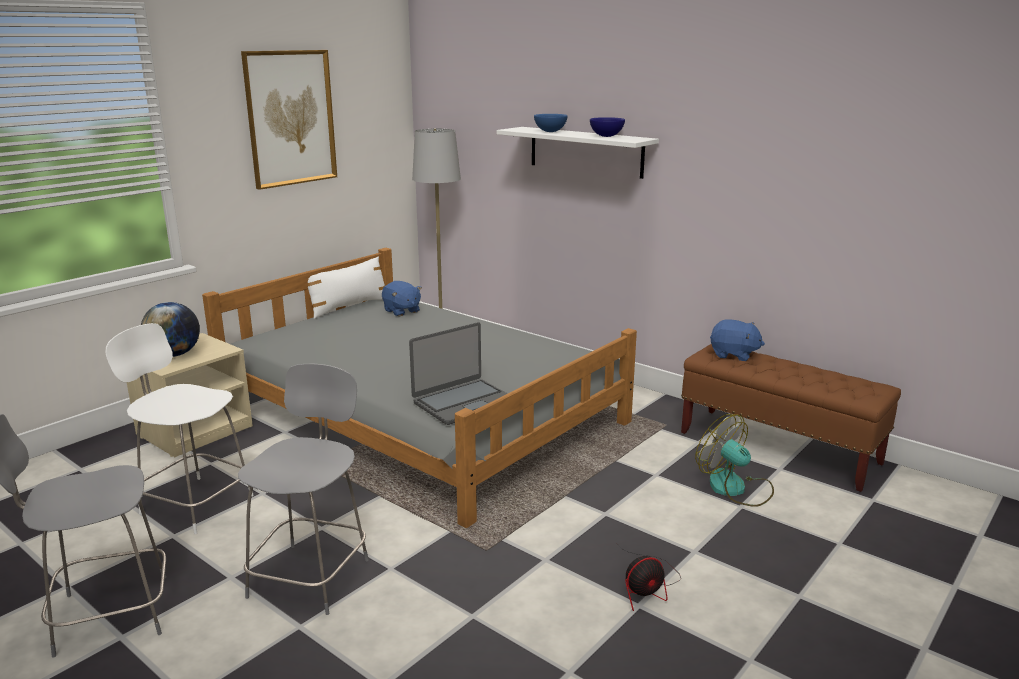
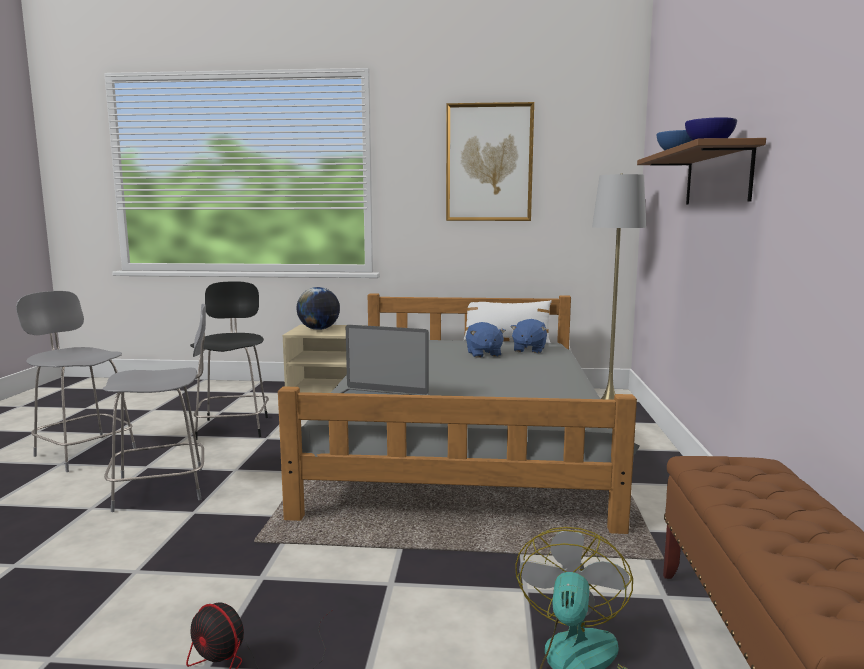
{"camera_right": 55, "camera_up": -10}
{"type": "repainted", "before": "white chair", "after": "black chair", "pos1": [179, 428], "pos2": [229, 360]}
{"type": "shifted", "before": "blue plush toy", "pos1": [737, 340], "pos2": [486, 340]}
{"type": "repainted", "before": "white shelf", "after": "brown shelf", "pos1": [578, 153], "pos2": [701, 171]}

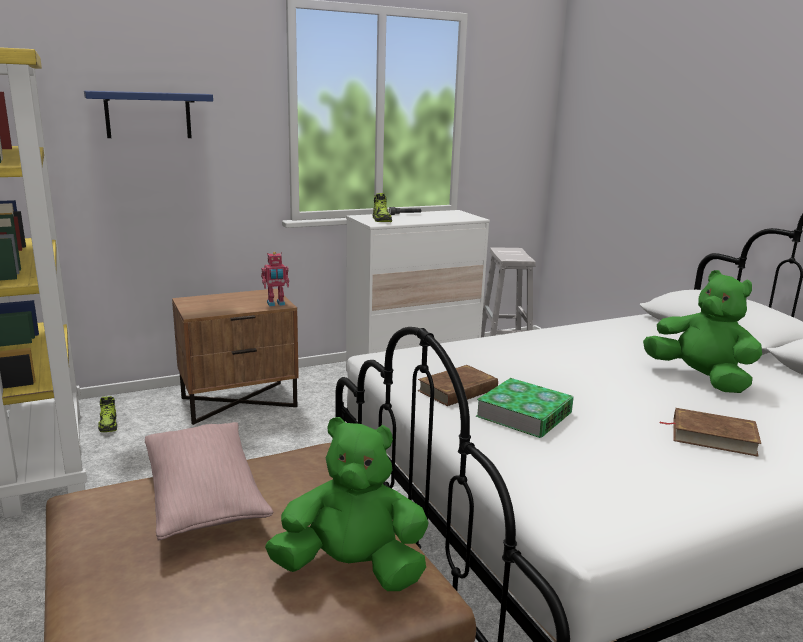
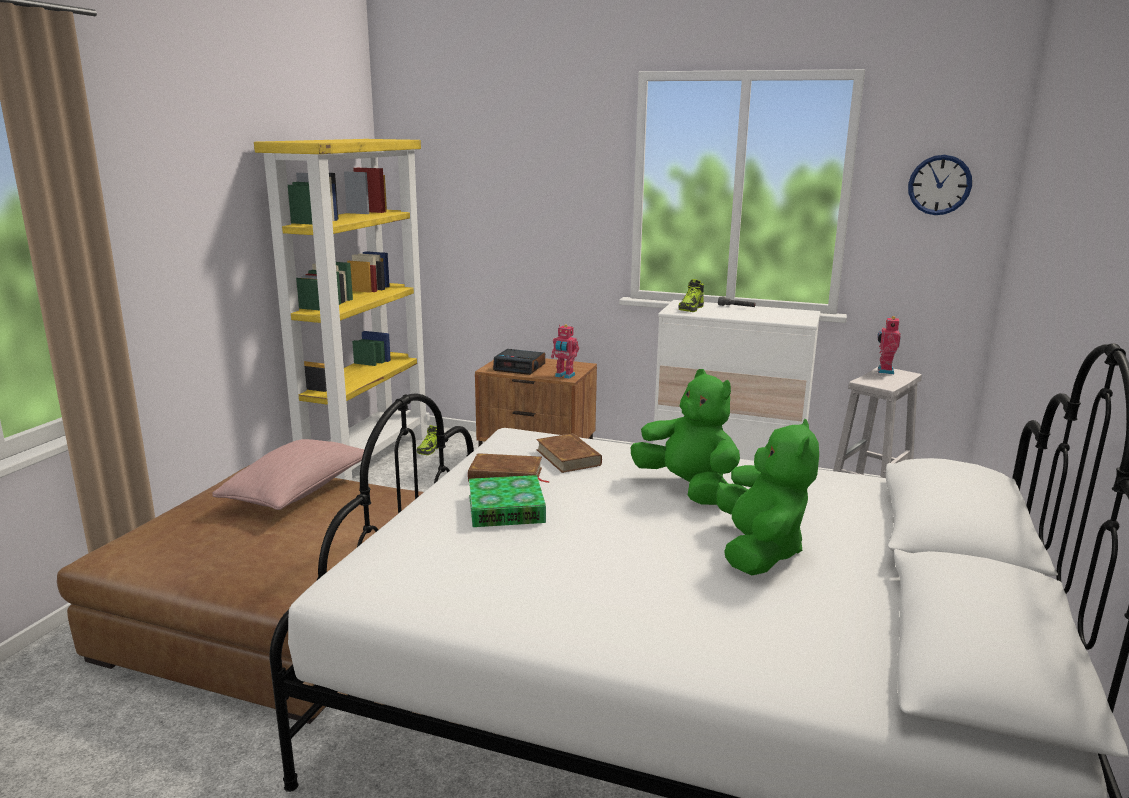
{"camera_right": 45, "camera_up": 0}
{"type": "new", "after": "alarm clock", "pos2": [519, 362]}
{"type": "shifted", "before": "brown book", "pos1": [710, 432], "pos2": [569, 453]}
{"type": "shifted", "before": "green plush toy", "pos1": [347, 504], "pos2": [685, 437]}
{"type": "new", "after": "toy robot", "pos2": [889, 345]}
{"type": "new", "after": "wall clock", "pos2": [940, 185]}
{"type": "gone", "before": "blue shelf", "pos1": [148, 114]}

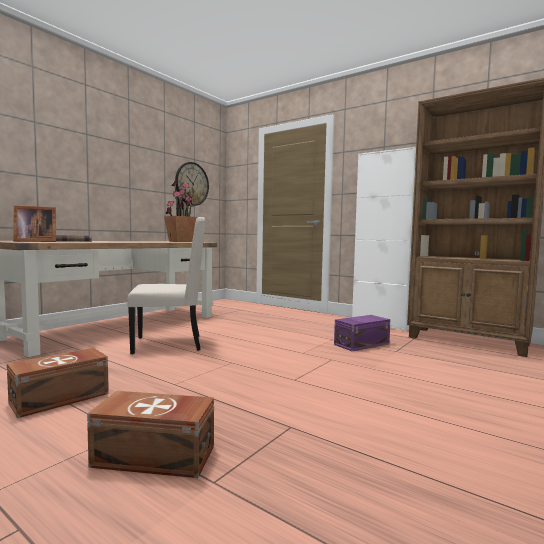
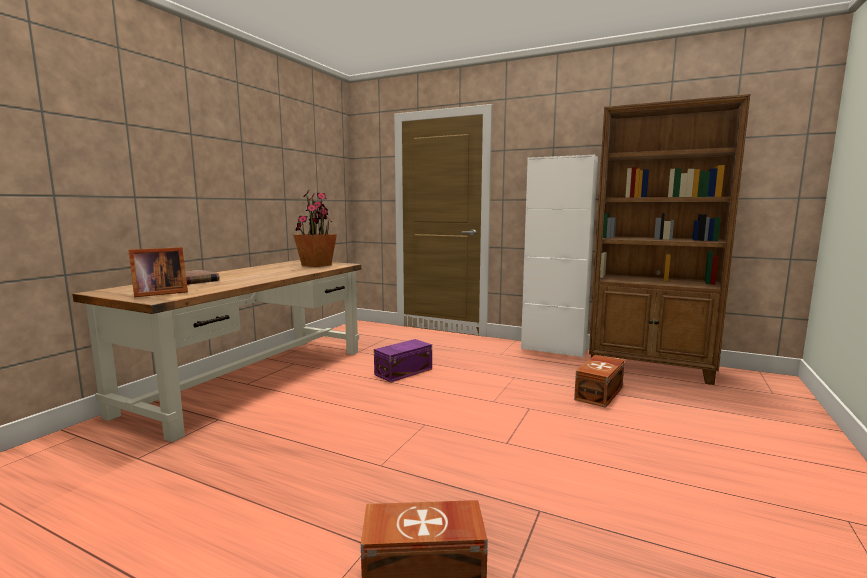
{"camera_right": -10, "camera_up": 5}
{"type": "shifted", "before": "purple storage box", "pos1": [362, 333], "pos2": [403, 360]}
{"type": "shifted", "before": "brown storage box", "pos1": [58, 383], "pos2": [599, 381]}
{"type": "gone", "before": "beige chair", "pos1": [166, 286]}
{"type": "gone", "before": "wall clock", "pos1": [192, 184]}

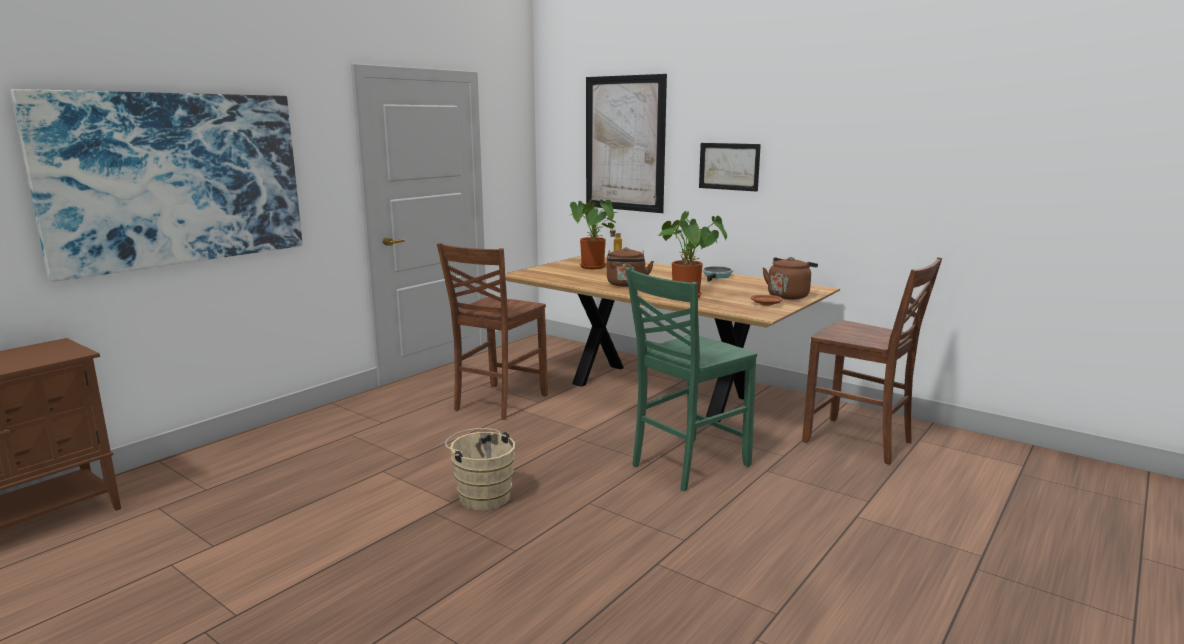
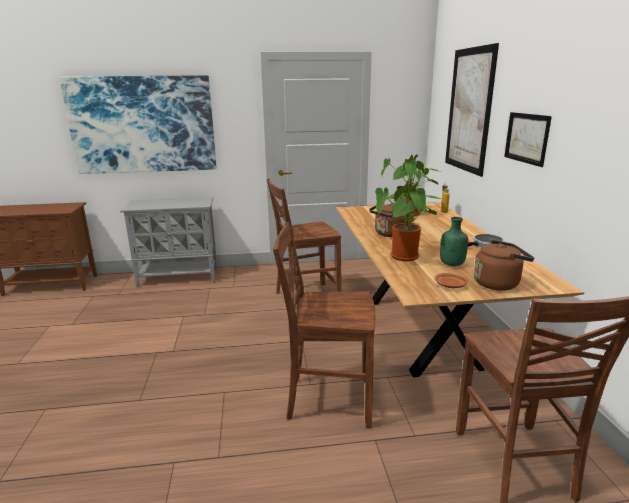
{"camera_right": 45, "camera_up": 5}
{"type": "new", "after": "grey cabinet", "pos2": [169, 242]}
{"type": "repainted", "before": "green chair", "after": "brown chair", "pos1": [691, 380], "pos2": [324, 325]}
{"type": "new", "after": "green bottle", "pos2": [454, 241]}
{"type": "gone", "before": "beige bucket", "pos1": [480, 469]}

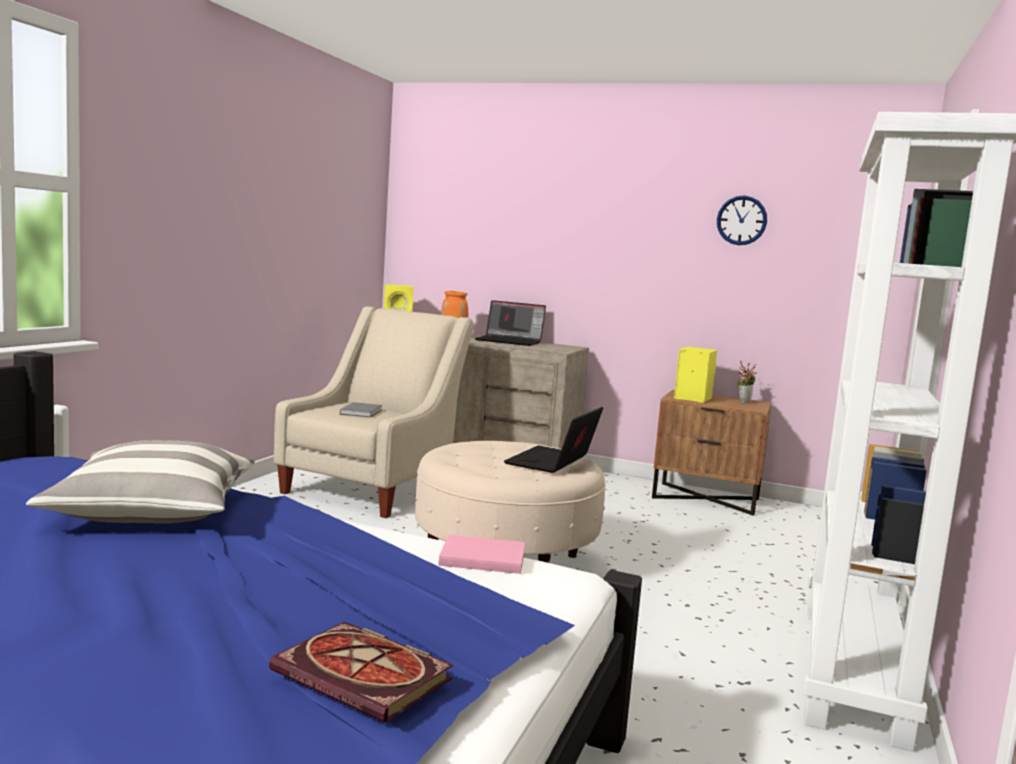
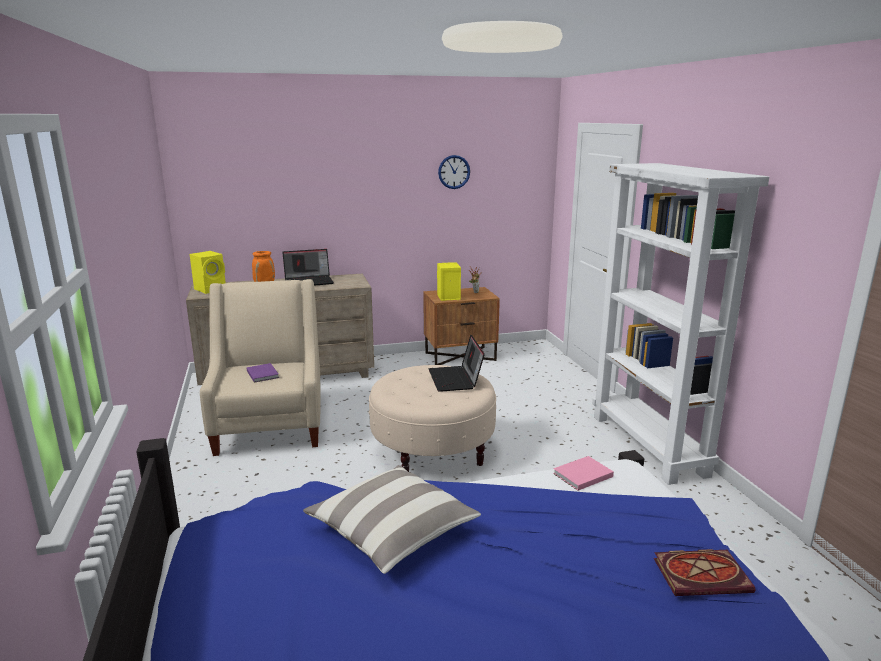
{"camera_right": -35, "camera_up": 10}
{"type": "repainted", "before": "grey book", "after": "purple book", "pos1": [361, 410], "pos2": [263, 373]}

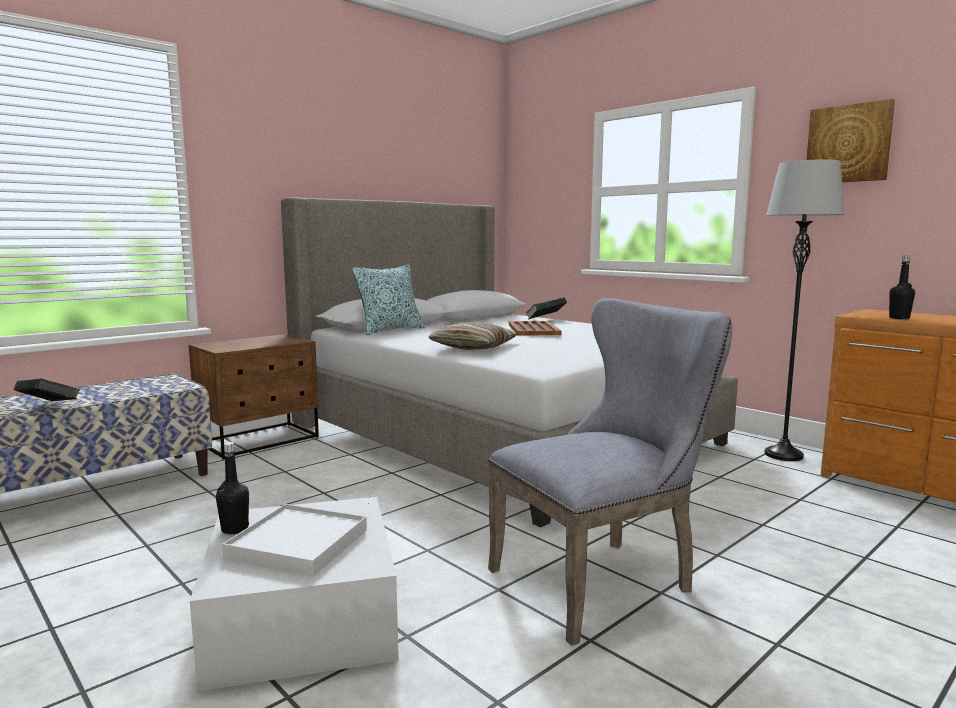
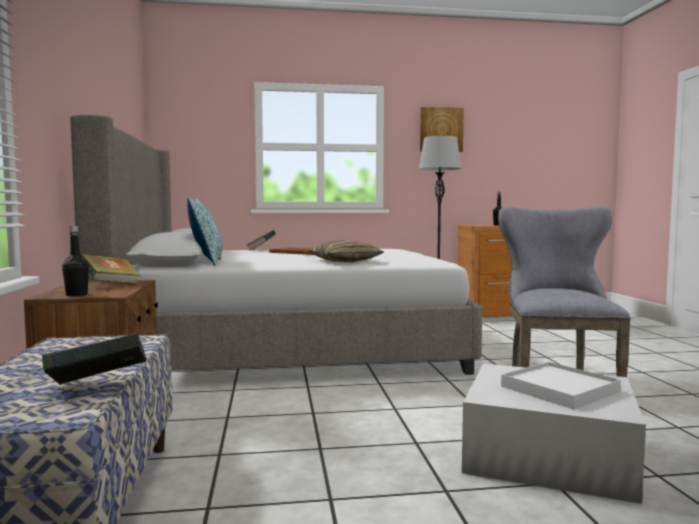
{"camera_right": -55, "camera_up": -5}
{"type": "shifted", "before": "black bottle", "pos1": [232, 488], "pos2": [75, 261]}
{"type": "new", "after": "book", "pos2": [110, 269]}

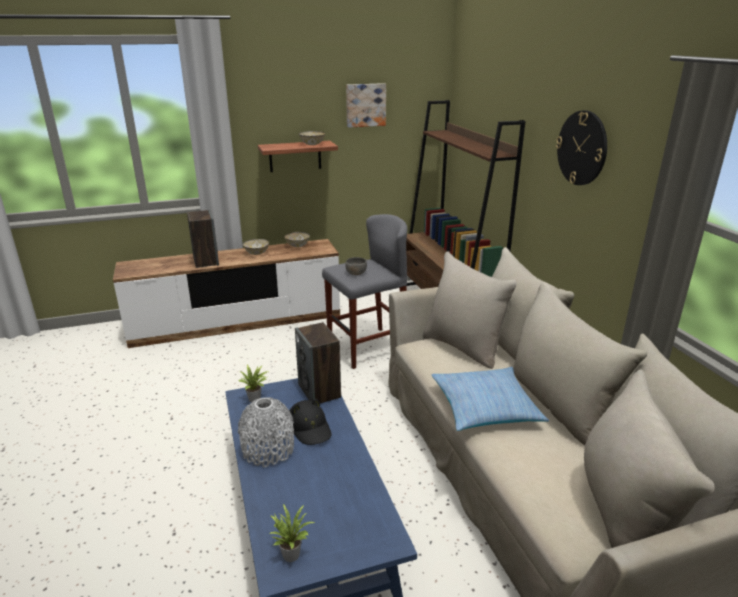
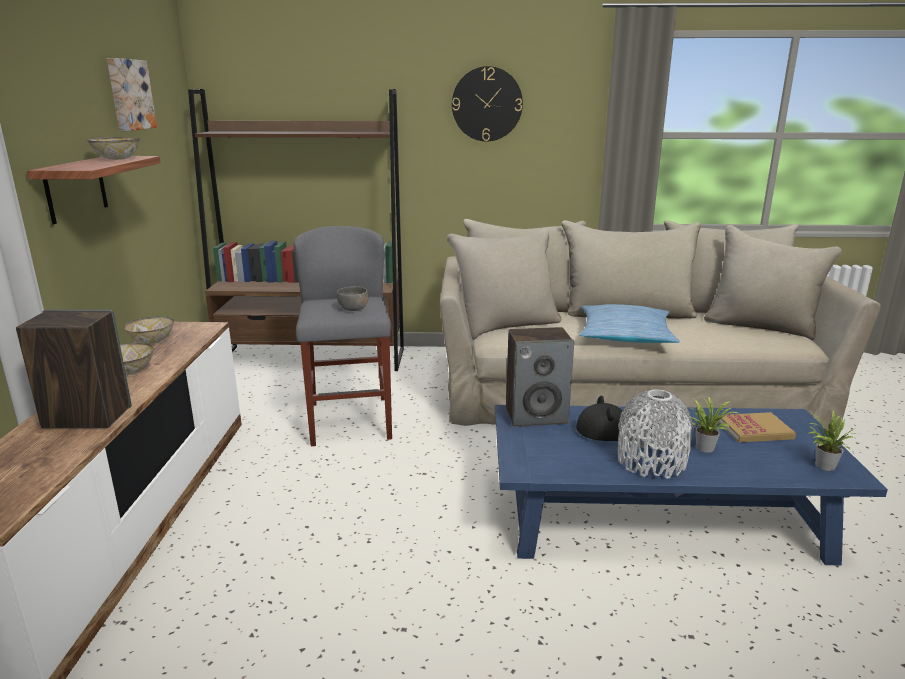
{"camera_right": -70, "camera_up": -5}
{"type": "shifted", "before": "potted plant", "pos1": [253, 383], "pos2": [714, 424]}
{"type": "new", "after": "book", "pos2": [757, 427]}

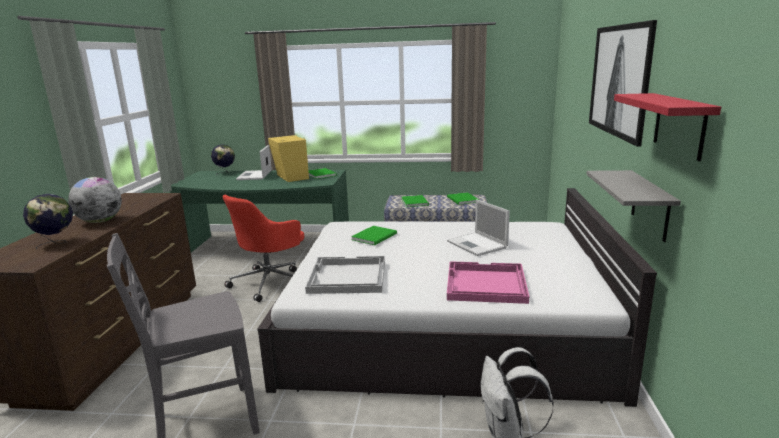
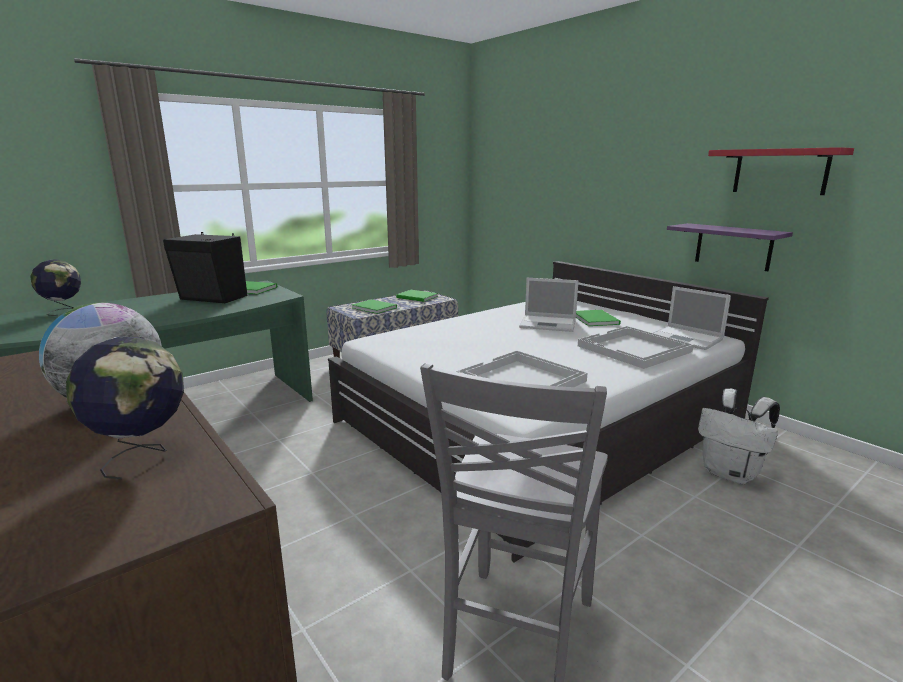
{"camera_right": -45, "camera_up": 0}
{"type": "repainted", "before": "yellow speaker", "after": "black speaker", "pos1": [288, 158], "pos2": [205, 267]}
{"type": "shifted", "before": "green book", "pos1": [374, 235], "pos2": [598, 318]}
{"type": "repainted", "before": "pink tray", "after": "white tray", "pos1": [488, 282], "pos2": [636, 347]}
{"type": "shifted", "before": "laptop", "pos1": [254, 162], "pos2": [692, 318]}
{"type": "repainted", "before": "grey shelf", "after": "purple shelf", "pos1": [634, 206], "pos2": [730, 247]}
{"type": "gone", "before": "red office chair", "pos1": [263, 248]}
{"type": "gone", "before": "picture", "pos1": [623, 83]}

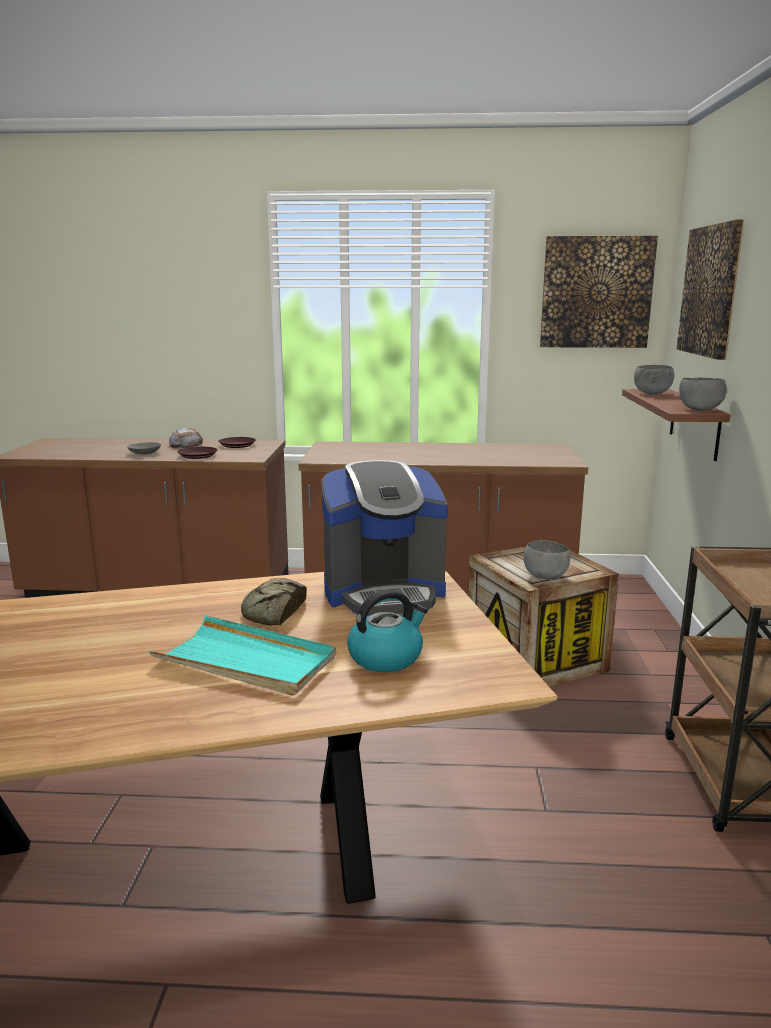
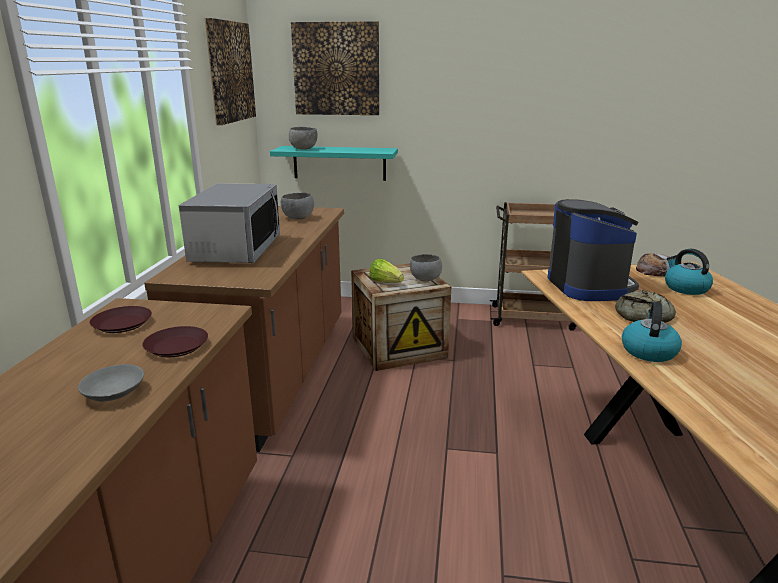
{"camera_right": -85, "camera_up": 5}
{"type": "new", "after": "microwave", "pos2": [229, 223]}
{"type": "repainted", "before": "brown shelf", "after": "turquoise shelf", "pos1": [676, 425], "pos2": [334, 163]}
{"type": "shifted", "before": "grey bowl", "pos1": [702, 394], "pos2": [297, 206]}
{"type": "new", "after": "lettuce", "pos2": [386, 271]}
{"type": "new", "after": "kettle", "pos2": [652, 332]}
{"type": "shifted", "before": "bread", "pos1": [186, 437], "pos2": [653, 265]}
{"type": "gone", "before": "turquoise tray", "pos1": [242, 655]}

